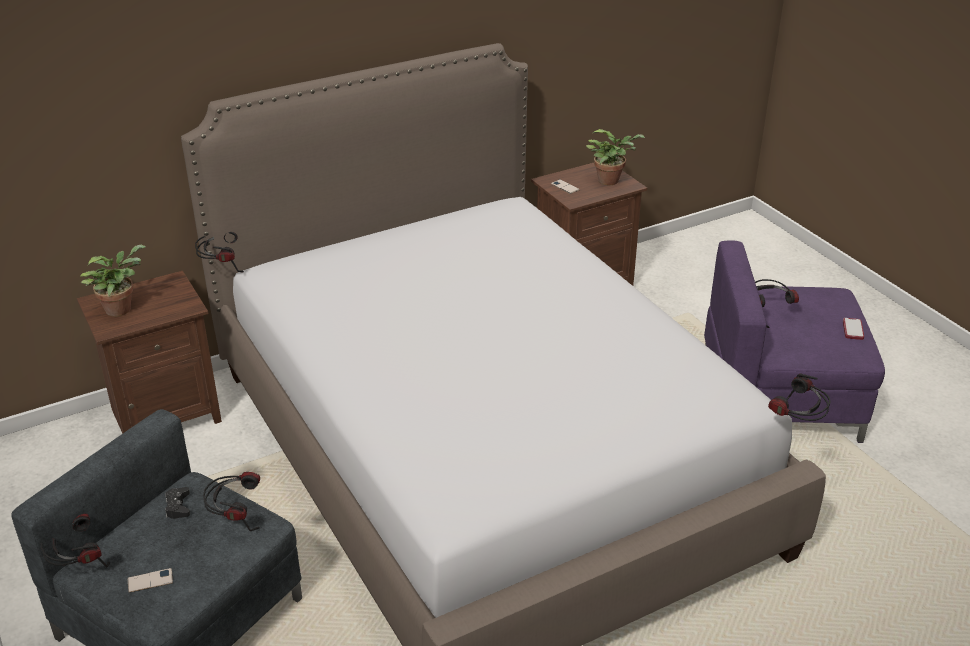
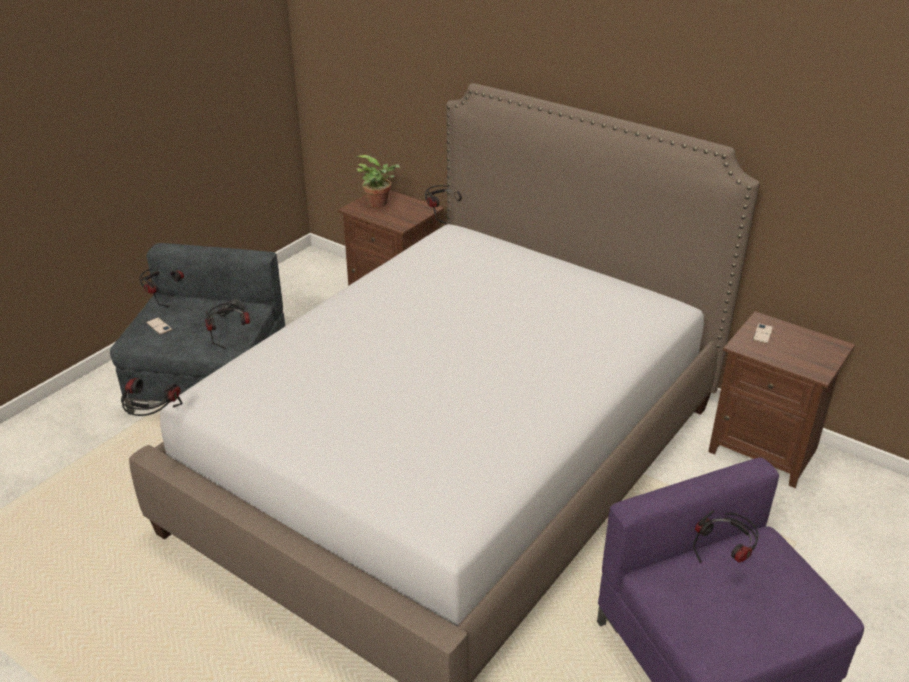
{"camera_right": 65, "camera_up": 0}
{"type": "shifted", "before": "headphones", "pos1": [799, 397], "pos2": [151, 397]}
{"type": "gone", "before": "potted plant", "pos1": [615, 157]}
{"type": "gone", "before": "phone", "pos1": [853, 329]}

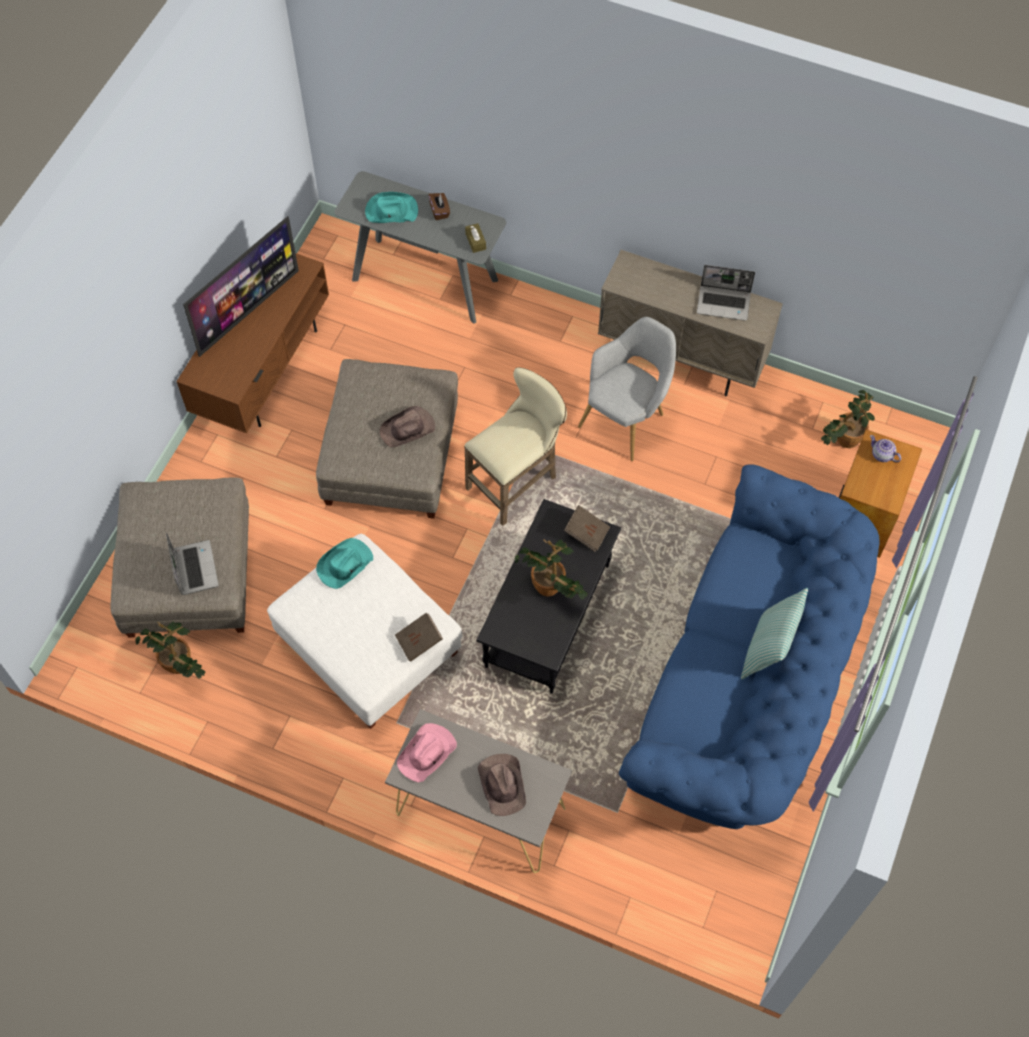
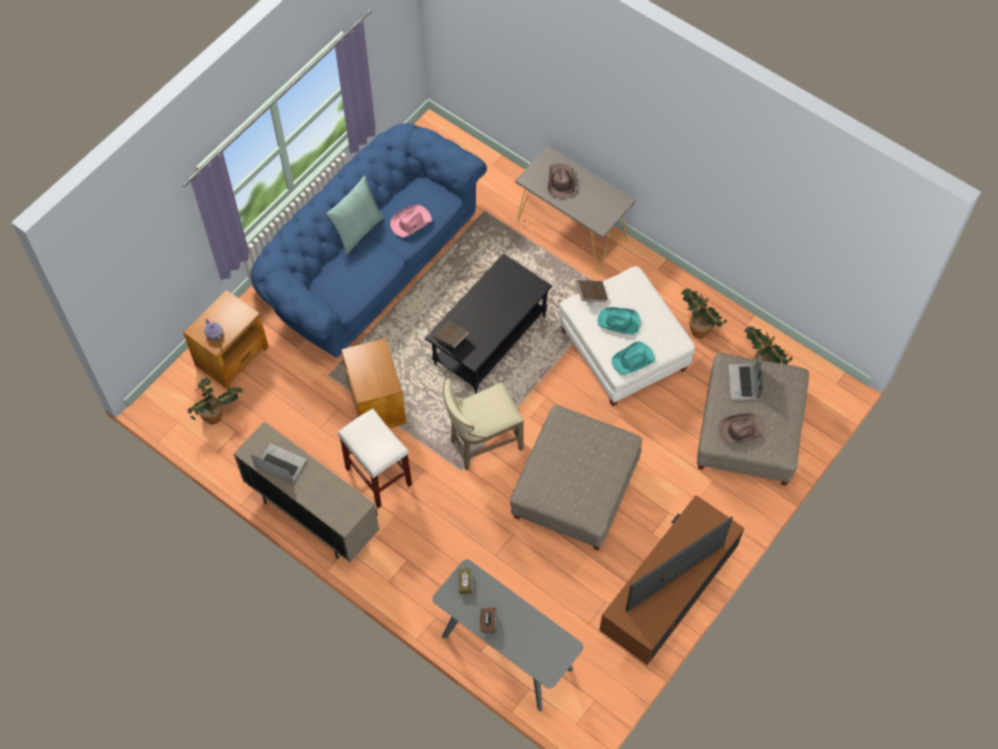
{"camera_right": -165, "camera_up": 0}
{"type": "swapped", "before": "grey armchair", "after": "white stool", "pos1": [627, 389], "pos2": [375, 458]}
{"type": "new", "after": "brown side table", "pos2": [374, 383]}
{"type": "shifted", "before": "pink hat", "pos1": [427, 753], "pos2": [411, 221]}
{"type": "shifted", "before": "turquoise hat", "pos1": [391, 207], "pos2": [619, 321]}
{"type": "shifted", "before": "potted plant", "pos1": [551, 569], "pos2": [704, 314]}
{"type": "shifted", "before": "brown hat", "pos1": [407, 426], "pos2": [741, 428]}

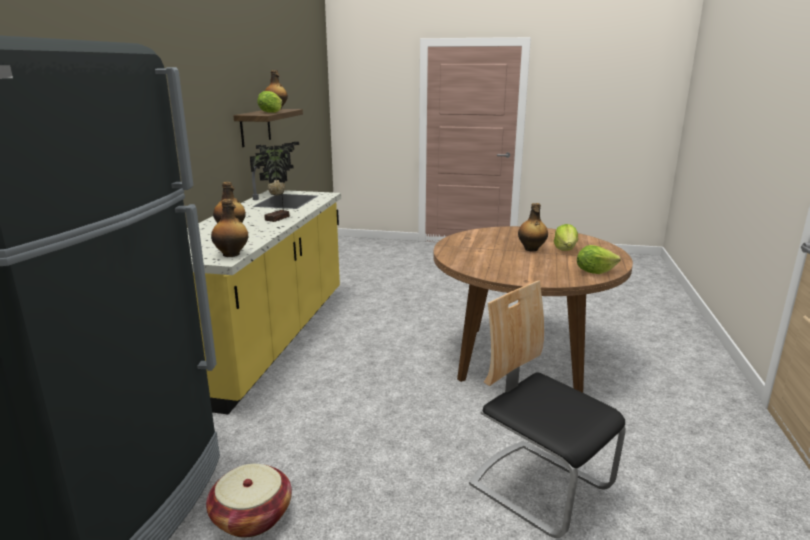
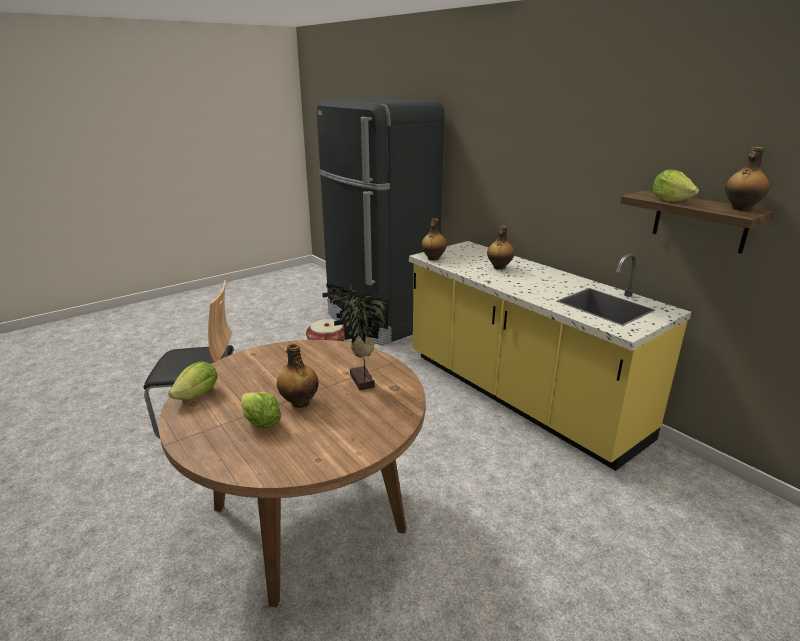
{"camera_right": 130, "camera_up": 5}
{"type": "shifted", "before": "potted plant", "pos1": [274, 182], "pos2": [355, 333]}

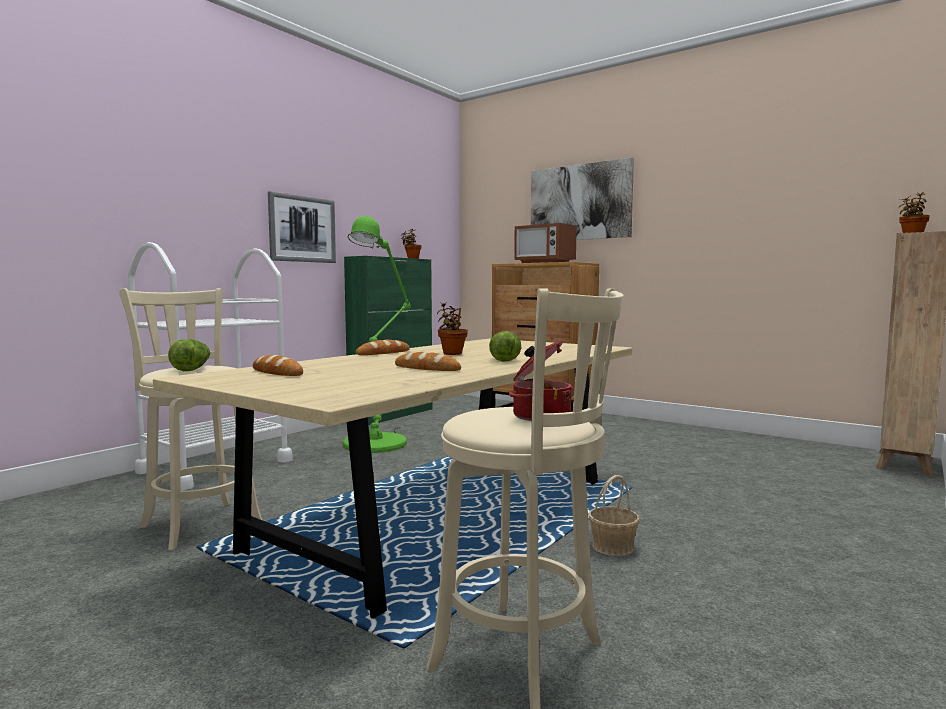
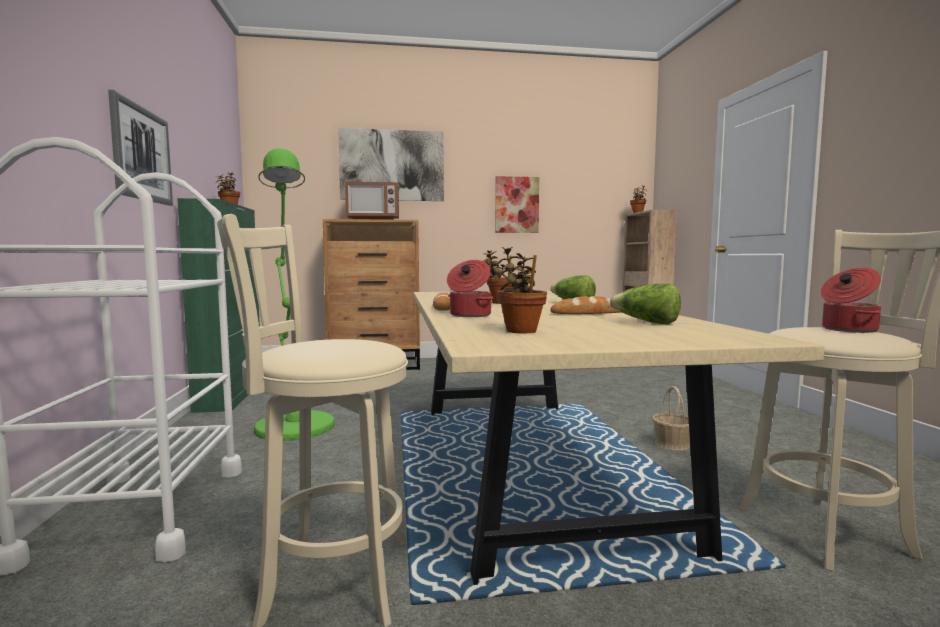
{"camera_right": -45, "camera_up": 0}
{"type": "new", "after": "cooking pot", "pos2": [470, 288]}
{"type": "new", "after": "picture", "pos2": [517, 204]}
{"type": "swapped", "before": "bread", "after": "potted plant", "pos1": [278, 365], "pos2": [522, 290]}
{"type": "shifted", "before": "lettuce", "pos1": [189, 355], "pos2": [645, 304]}

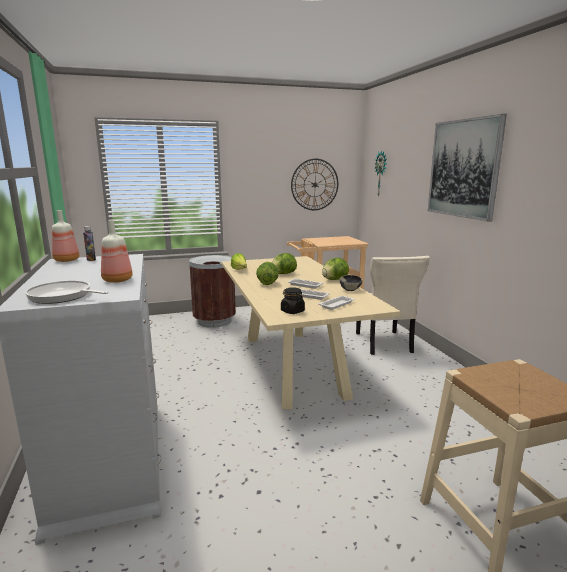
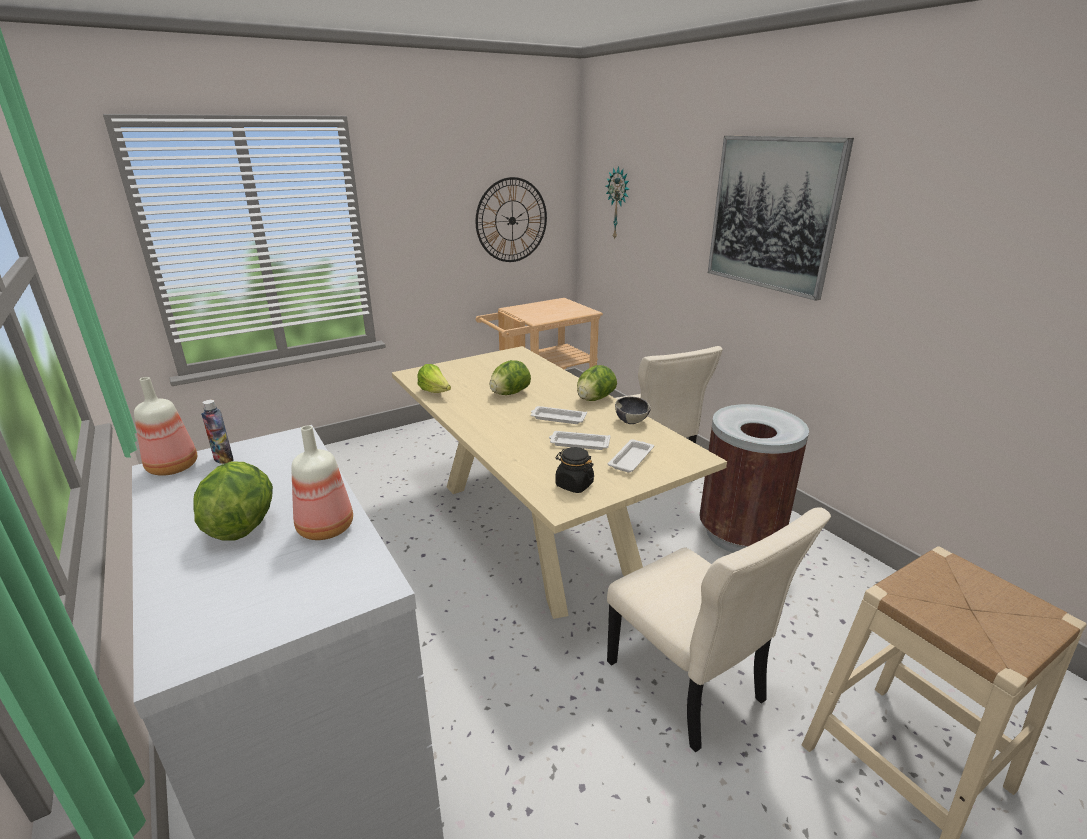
{"camera_right": -15, "camera_up": 10}
{"type": "shifted", "before": "lettuce", "pos1": [267, 273], "pos2": [233, 501]}
{"type": "new", "after": "beige chair", "pos2": [719, 630]}
{"type": "shifted", "before": "brown trash can", "pos1": [212, 291], "pos2": [754, 478]}
{"type": "gone", "before": "frying pan", "pos1": [67, 292]}

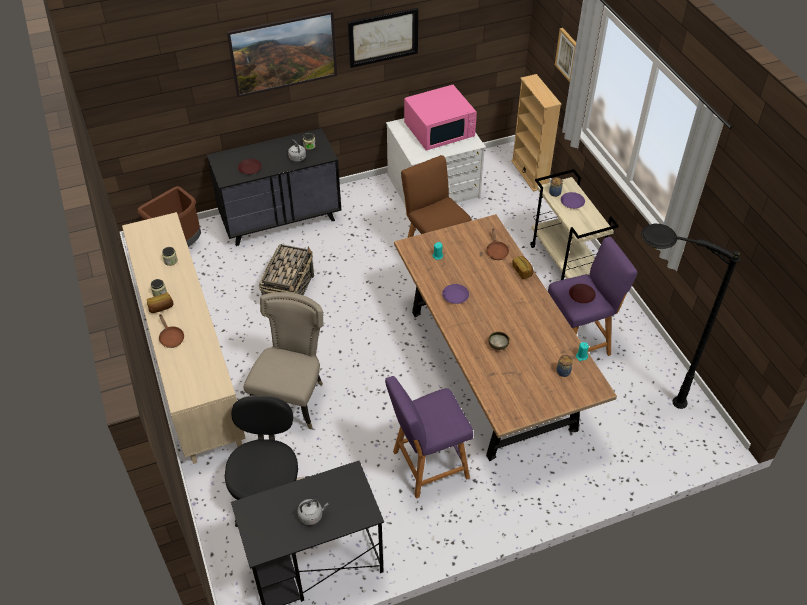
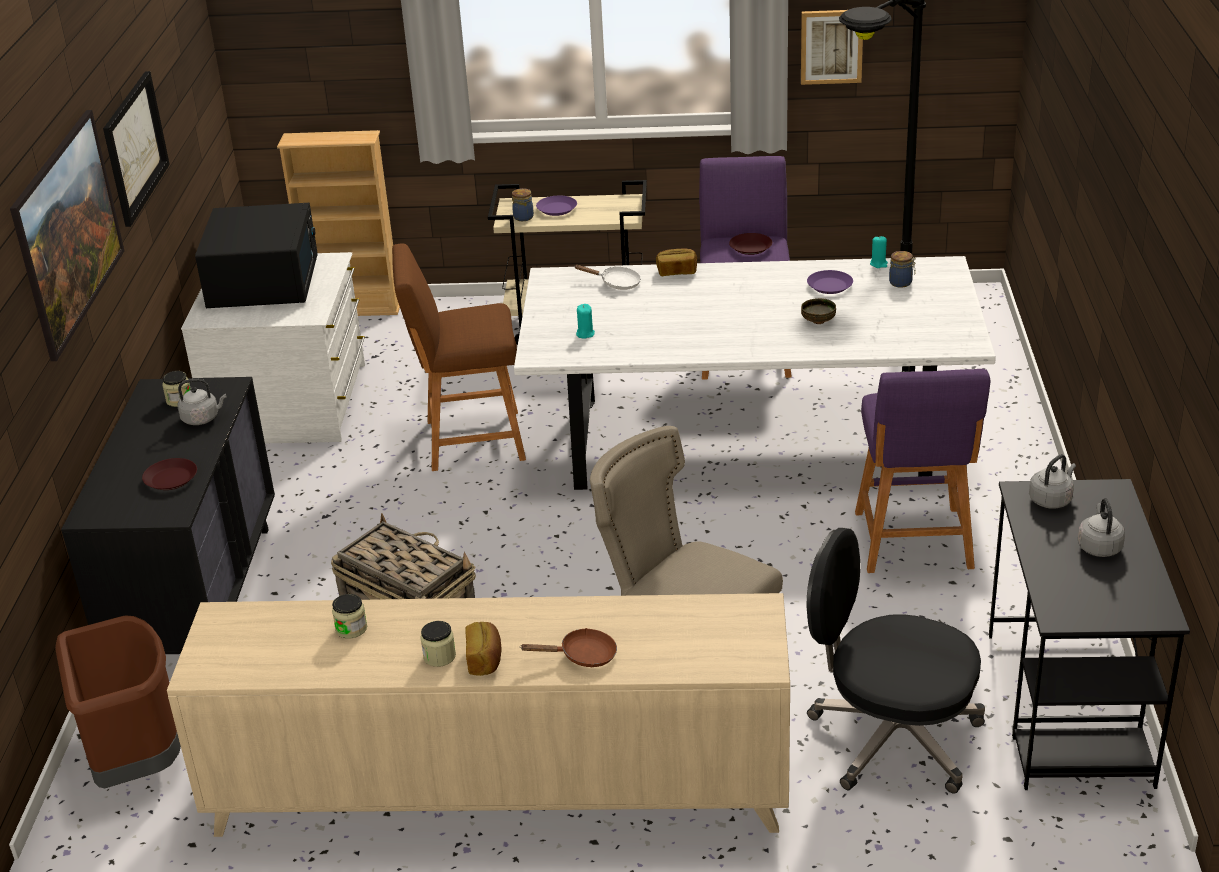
{"camera_right": -65, "camera_up": -15}
{"type": "repainted", "before": "pink microwave", "after": "black microwave", "pos1": [440, 118], "pos2": [256, 255]}
{"type": "repainted", "before": "brown dining table", "after": "white dining table", "pos1": [505, 337], "pos2": [755, 373]}
{"type": "repainted", "before": "brown frying pan", "after": "white frying pan", "pos1": [497, 244], "pos2": [607, 277]}
{"type": "shifted", "before": "picture", "pos1": [565, 55], "pos2": [832, 47]}
{"type": "shifted", "before": "purple plate", "pos1": [455, 294], "pos2": [830, 282]}
{"type": "new", "after": "grey kettle", "pos2": [1052, 481]}

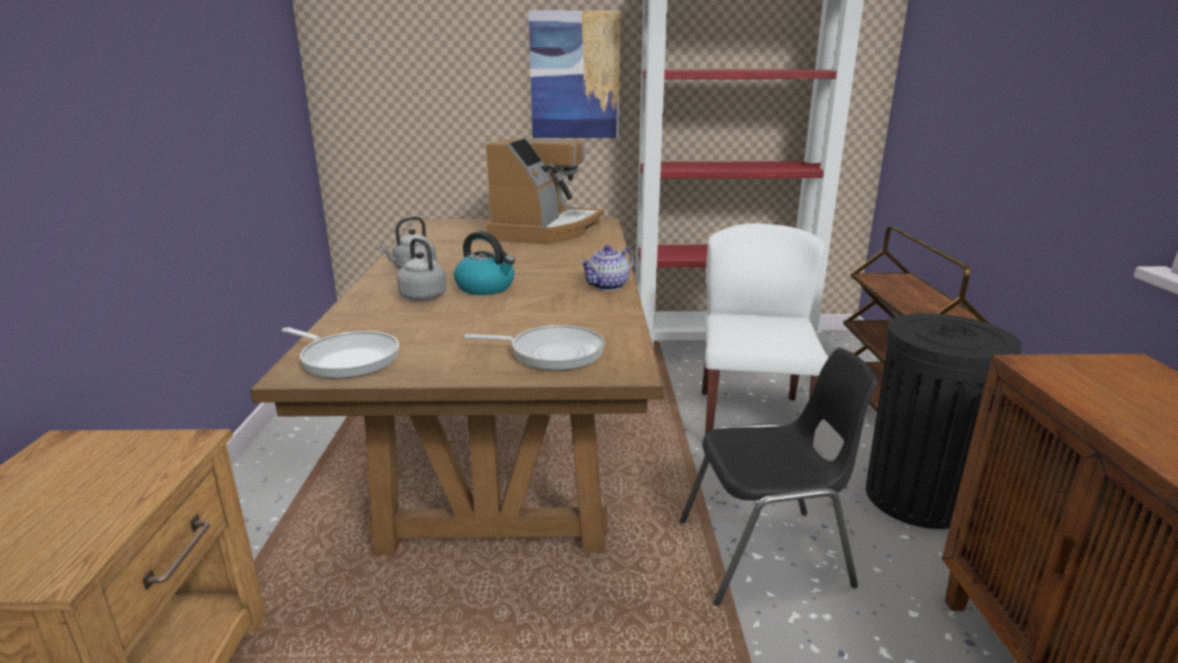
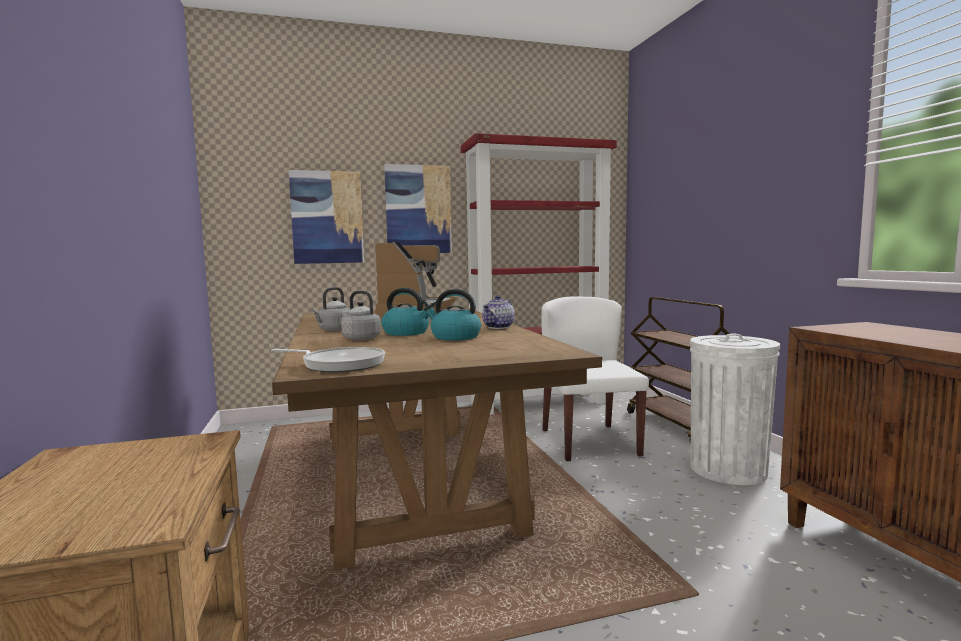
{"camera_right": -15, "camera_up": -15}
{"type": "new", "after": "picture", "pos2": [326, 217]}
{"type": "new", "after": "kettle", "pos2": [452, 314]}
{"type": "repainted", "before": "black trash can", "after": "white trash can", "pos1": [944, 421], "pos2": [735, 409]}
{"type": "gone", "before": "frying pan", "pos1": [534, 348]}
{"type": "gone", "before": "black chair", "pos1": [779, 476]}

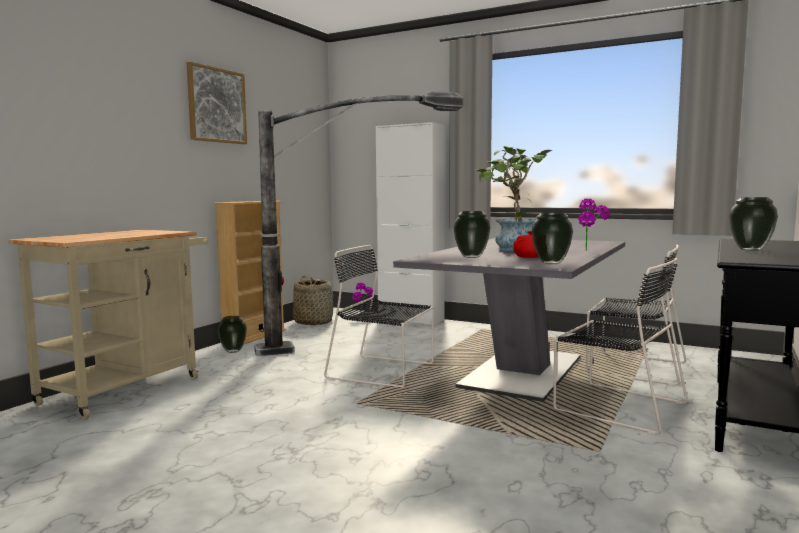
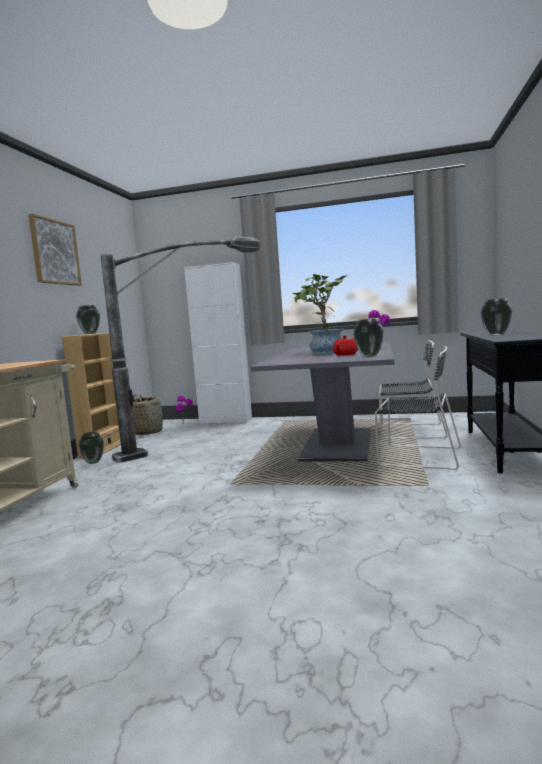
{"camera_right": -15, "camera_up": 0}
{"type": "shifted", "before": "vase", "pos1": [472, 234], "pos2": [88, 319]}
{"type": "gone", "before": "black chair", "pos1": [379, 316]}

